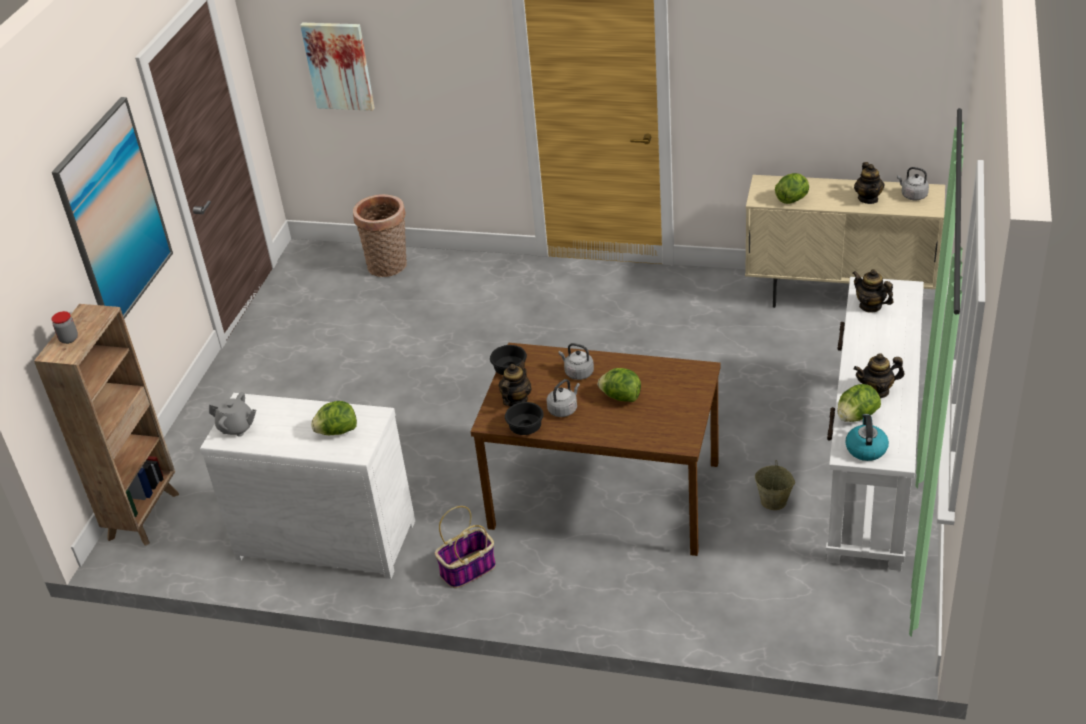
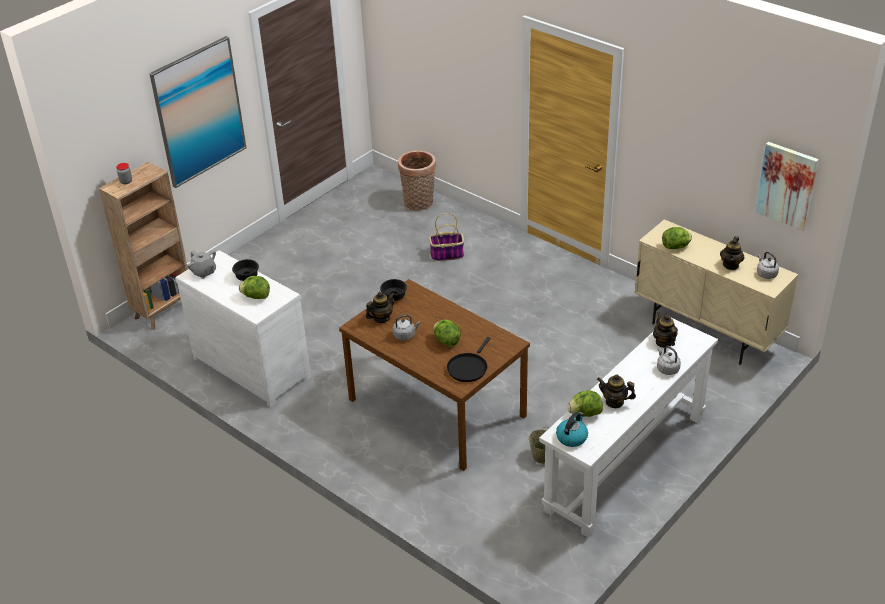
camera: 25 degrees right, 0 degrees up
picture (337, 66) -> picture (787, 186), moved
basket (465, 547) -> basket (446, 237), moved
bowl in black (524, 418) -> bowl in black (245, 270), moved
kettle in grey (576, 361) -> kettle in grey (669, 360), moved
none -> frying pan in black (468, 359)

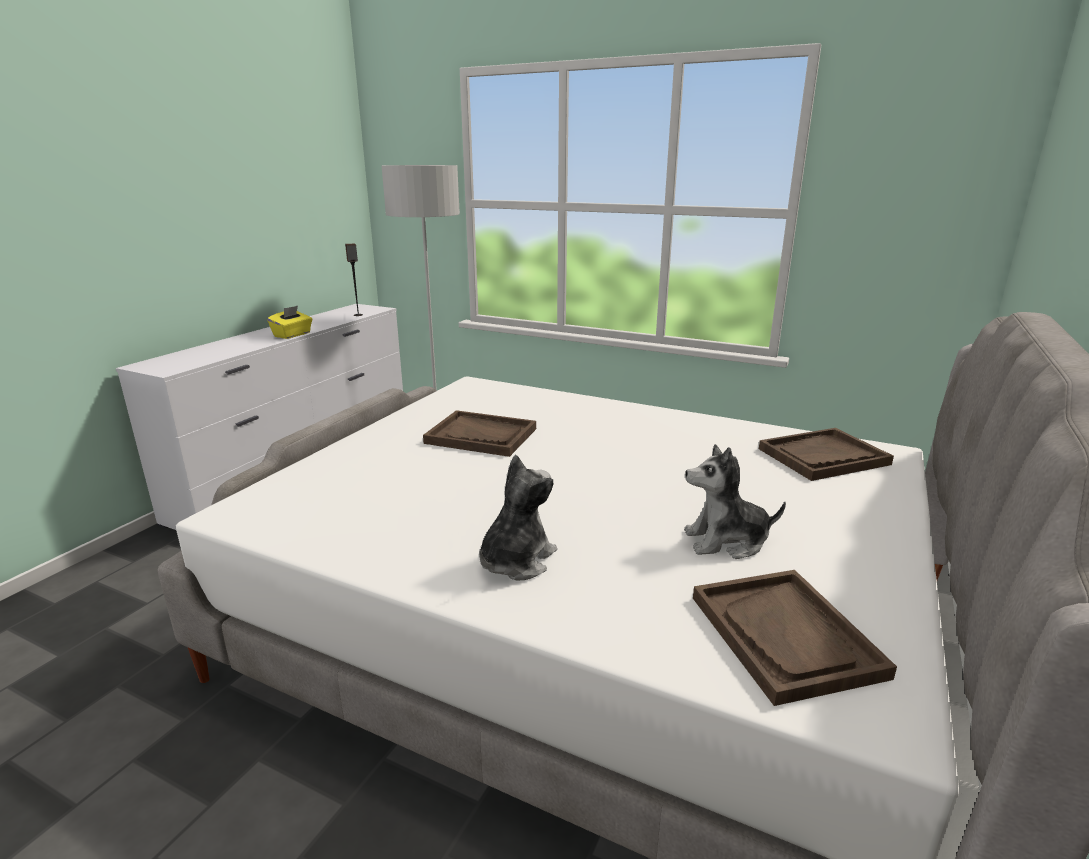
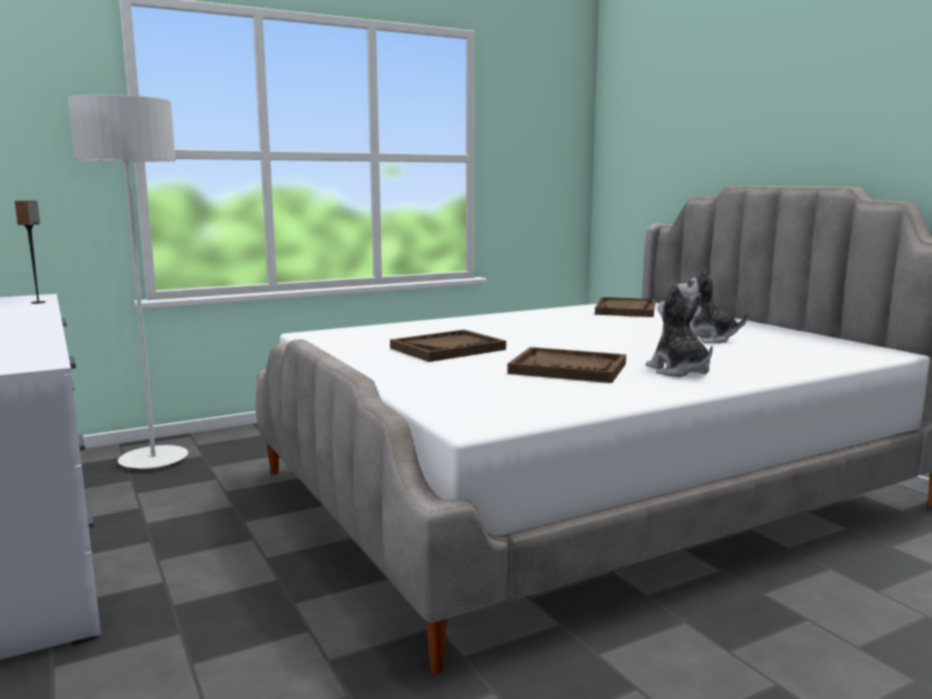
camera: 55 degrees left, 10 degrees down
tissue box in yellow (289, 322) -> none
plush toy (735, 501) -> plush toy (712, 305), 75 degrees clockwise
tray in brown (795, 638) -> tray in brown (566, 365), moved

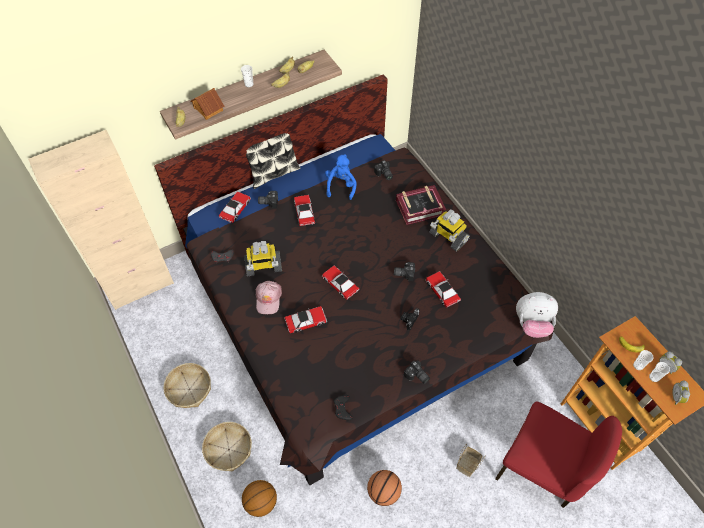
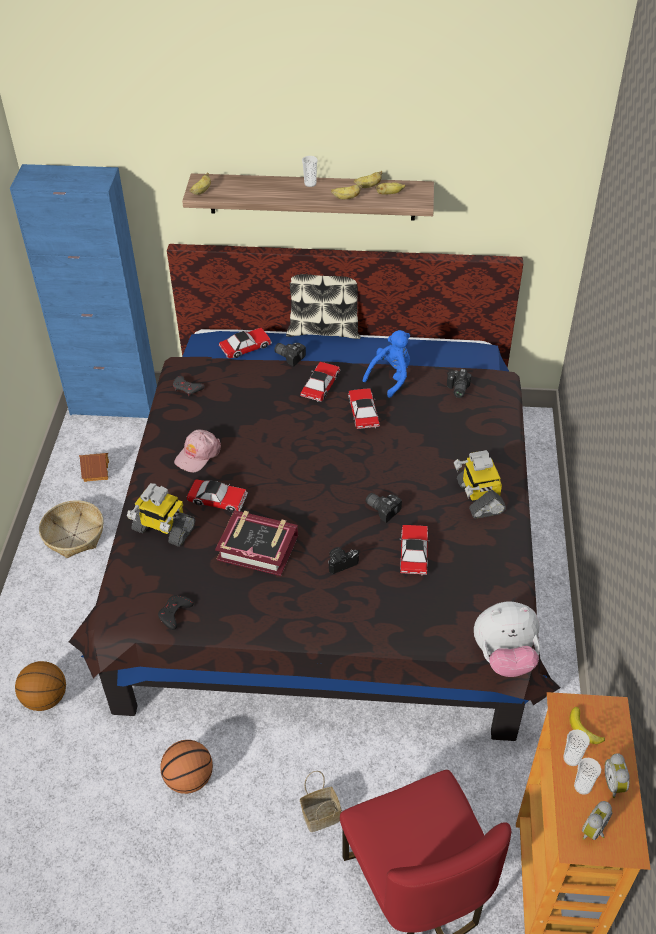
camera: 35 degrees right, 10 degrees down
cabinet in beige (101, 220) -> cabinet in blue (83, 291)
toy house (207, 104) -> toy house (94, 467), moved
basket (227, 446) -> none
toy robot (263, 258) -> toy robot (161, 515), moved
toy car (341, 283) -> toy car (364, 408), moved
book (421, 205) -> book (256, 543), moved
photo camera (417, 372) -> none
plush toy (537, 315) -> plush toy (507, 639), 45 degrees counterclockwise

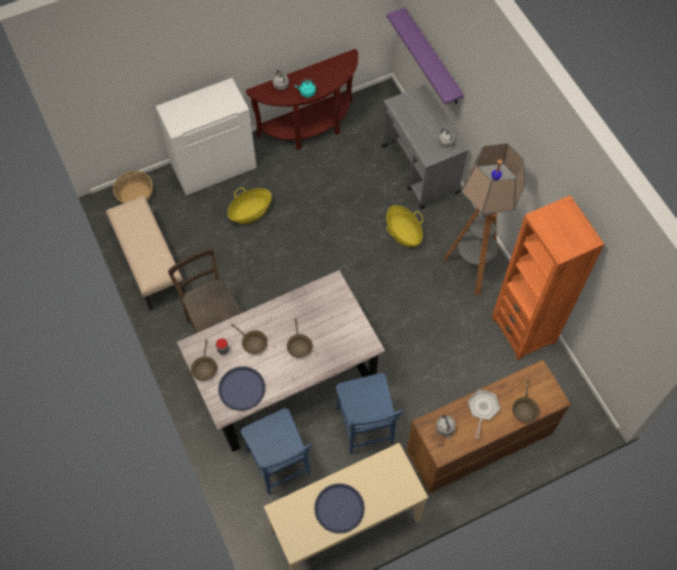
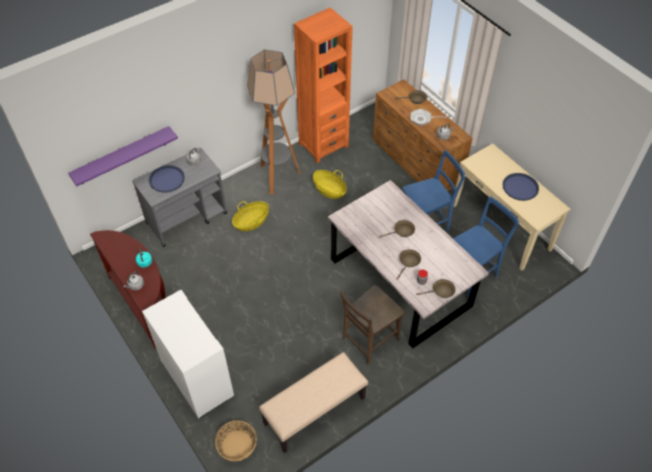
camera: 100 degrees left, 10 degrees down
tray in blue (242, 388) -> tray in blue (167, 179), moved
basket (249, 206) -> basket (330, 184), moved

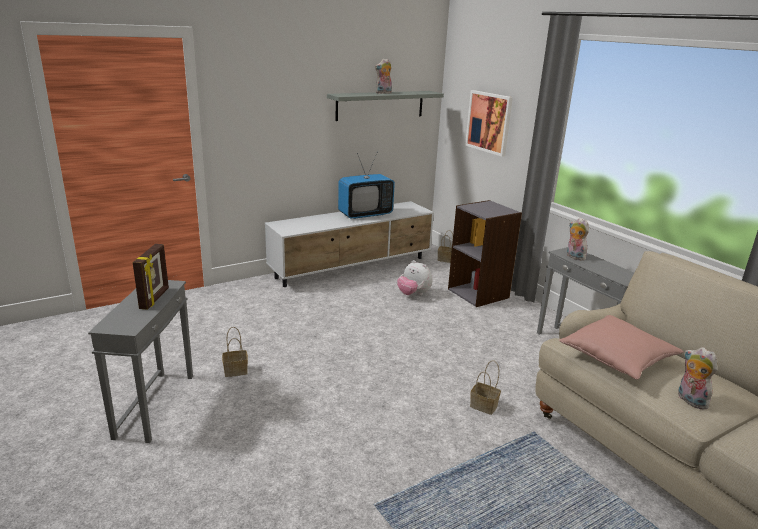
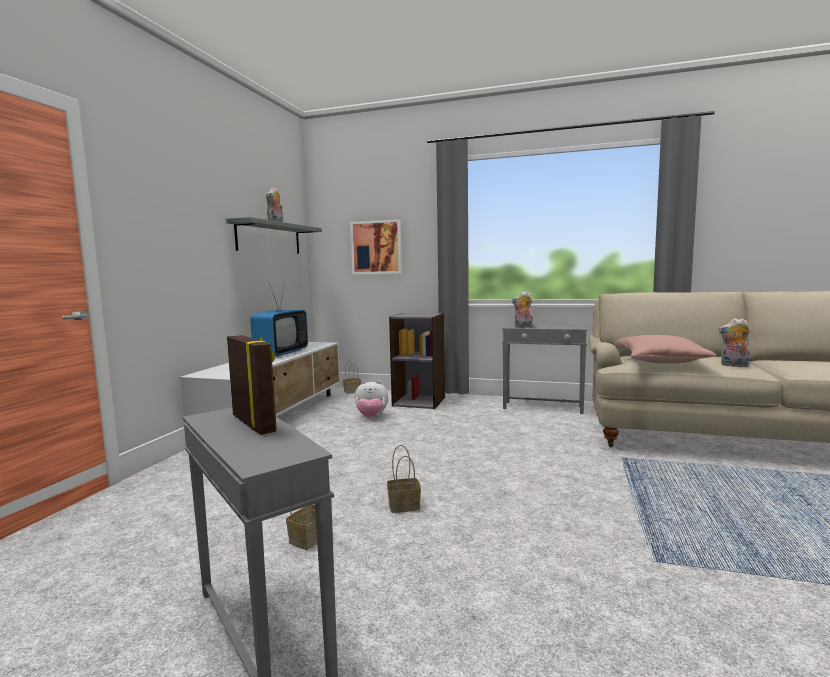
camera: 40 degrees left, 15 degrees down
basket (485, 387) -> basket (404, 479), moved

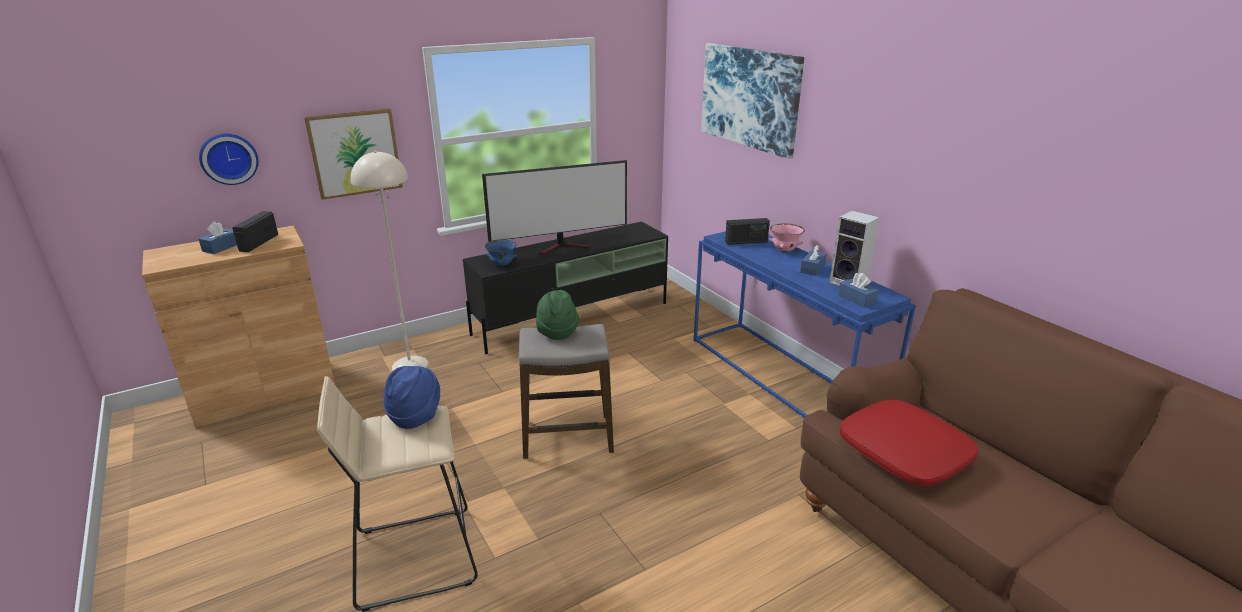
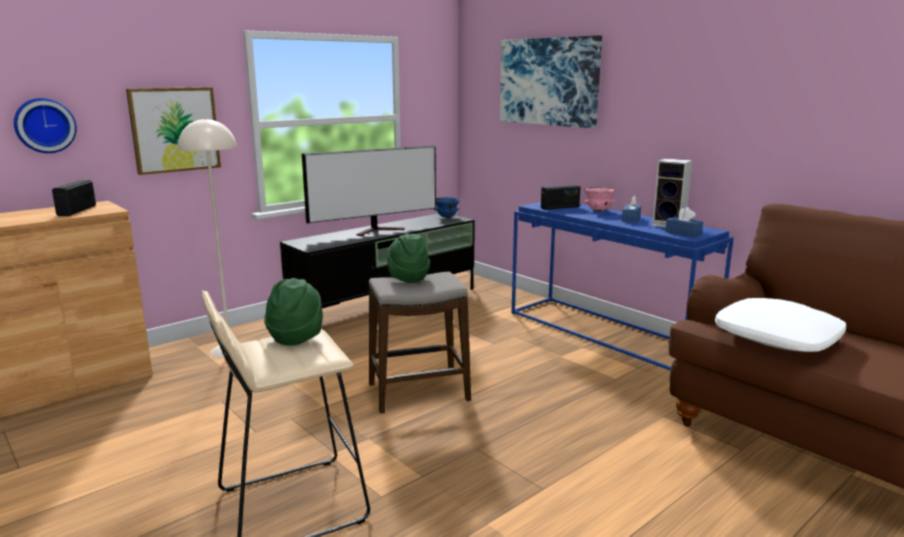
camera: 10 degrees left, 10 degrees down
tissue box in blue (218, 237) -> none
hat in blue (411, 397) -> hat in green (293, 312)
bowl in blue (501, 252) -> bowl in blue (447, 207), moved
pillow in red (909, 442) -> pillow in white (780, 325)

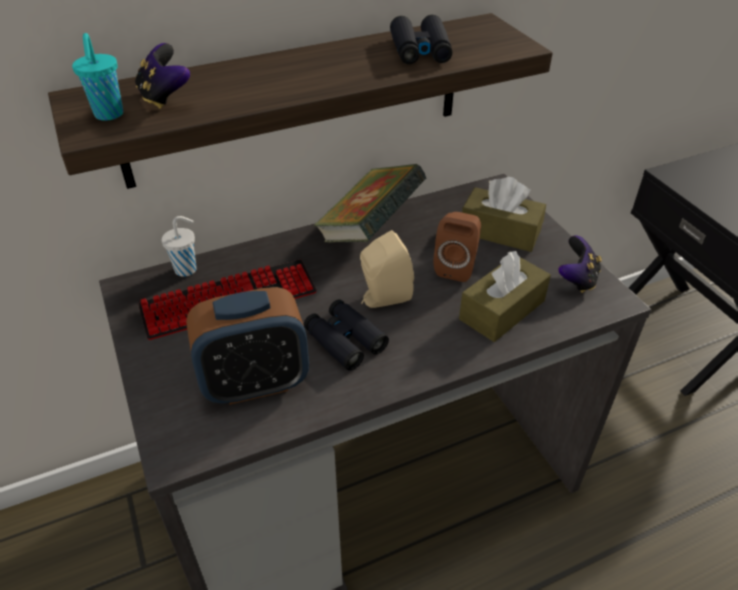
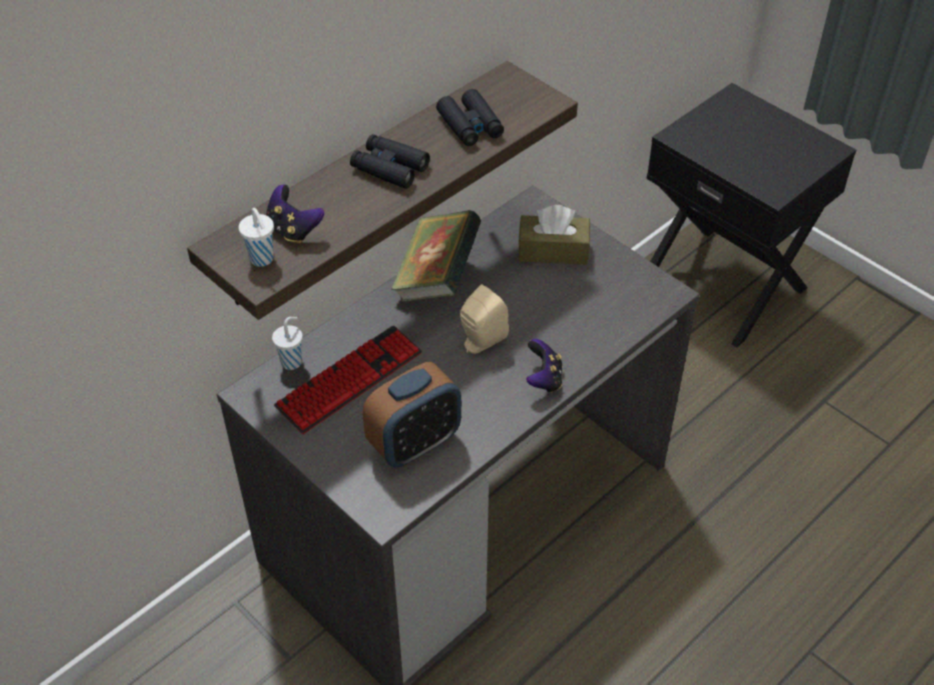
camera: 20 degrees left, 5 degrees up
cup in turquoise (97, 77) -> cup in white (256, 237)
binoculars in black (346, 335) -> binoculars in black (390, 161), moved
speaker in brown (457, 247) -> none
tissue box in brown (505, 296) -> none
game controller (580, 264) -> game controller (544, 366), moved

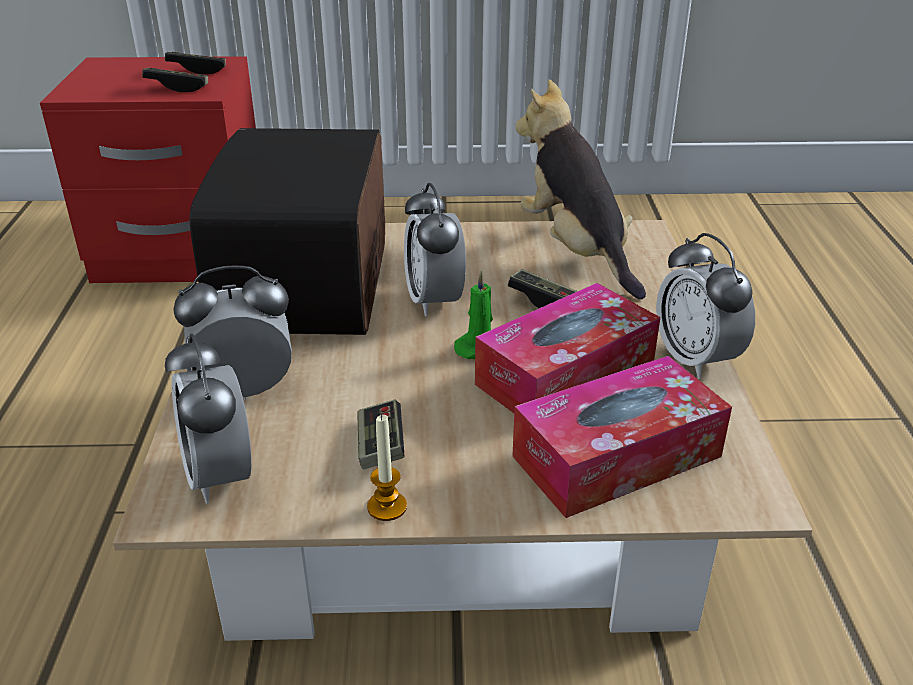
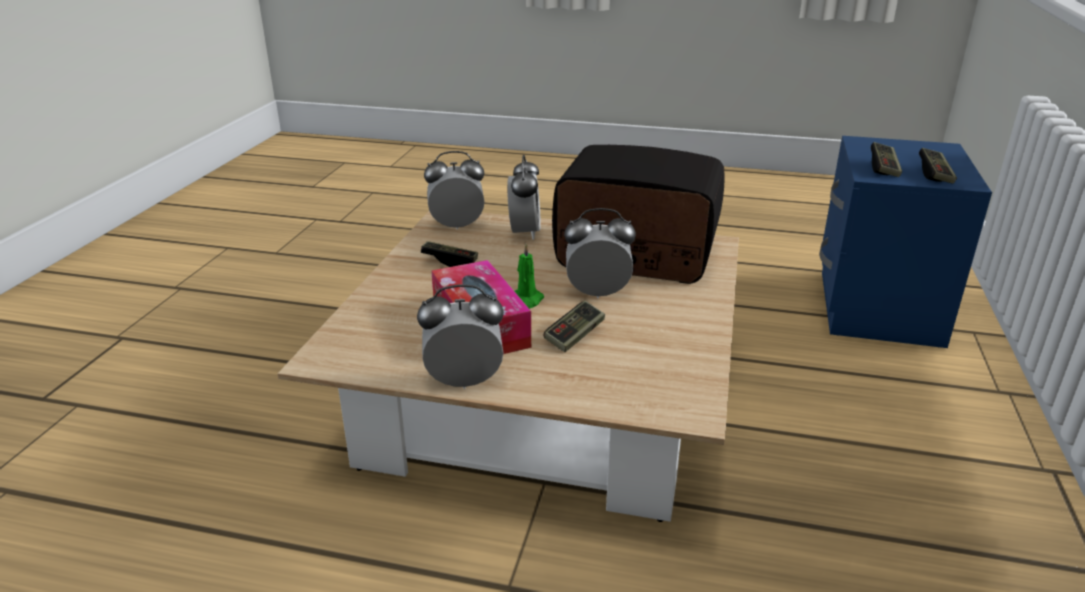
camera: 105 degrees right, 5 degrees down
nightstand in red (148, 169) -> nightstand in blue (905, 242)
candle (387, 467) -> none
tissue box (622, 437) -> none
plush toy (581, 189) -> none

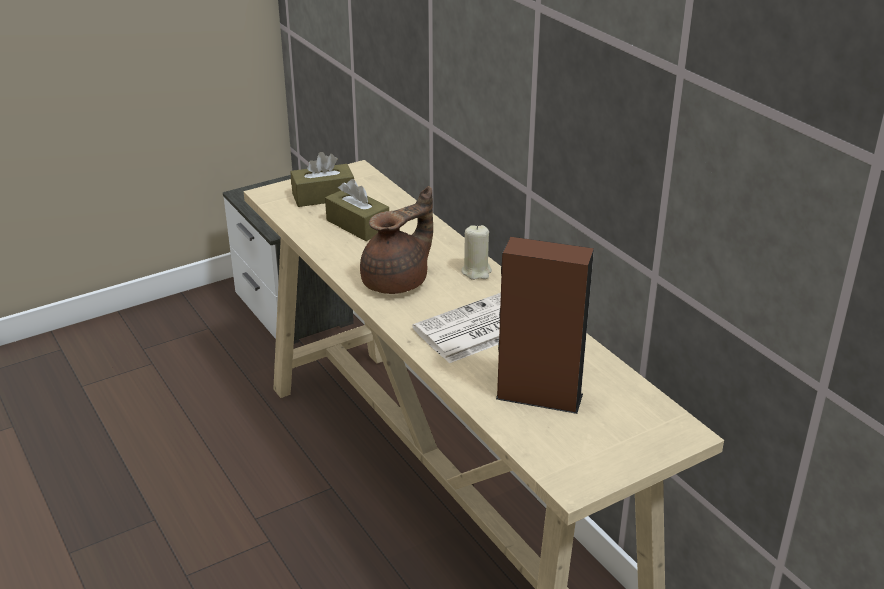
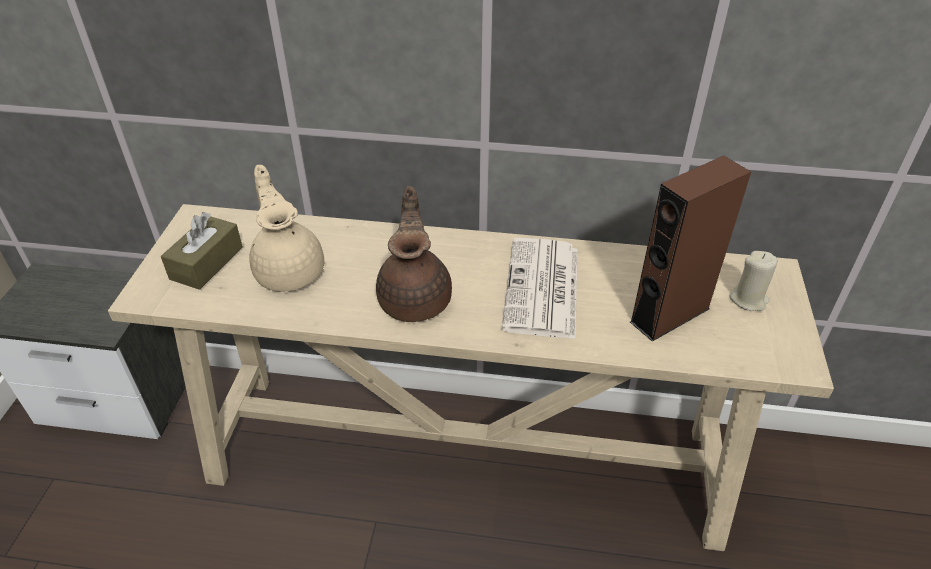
camera: 50 degrees left, 10 degrees up
tissue box in brown (357, 210) -> teapot in beige (286, 228)
candle in beige (476, 252) -> candle in beige (753, 281), moved

